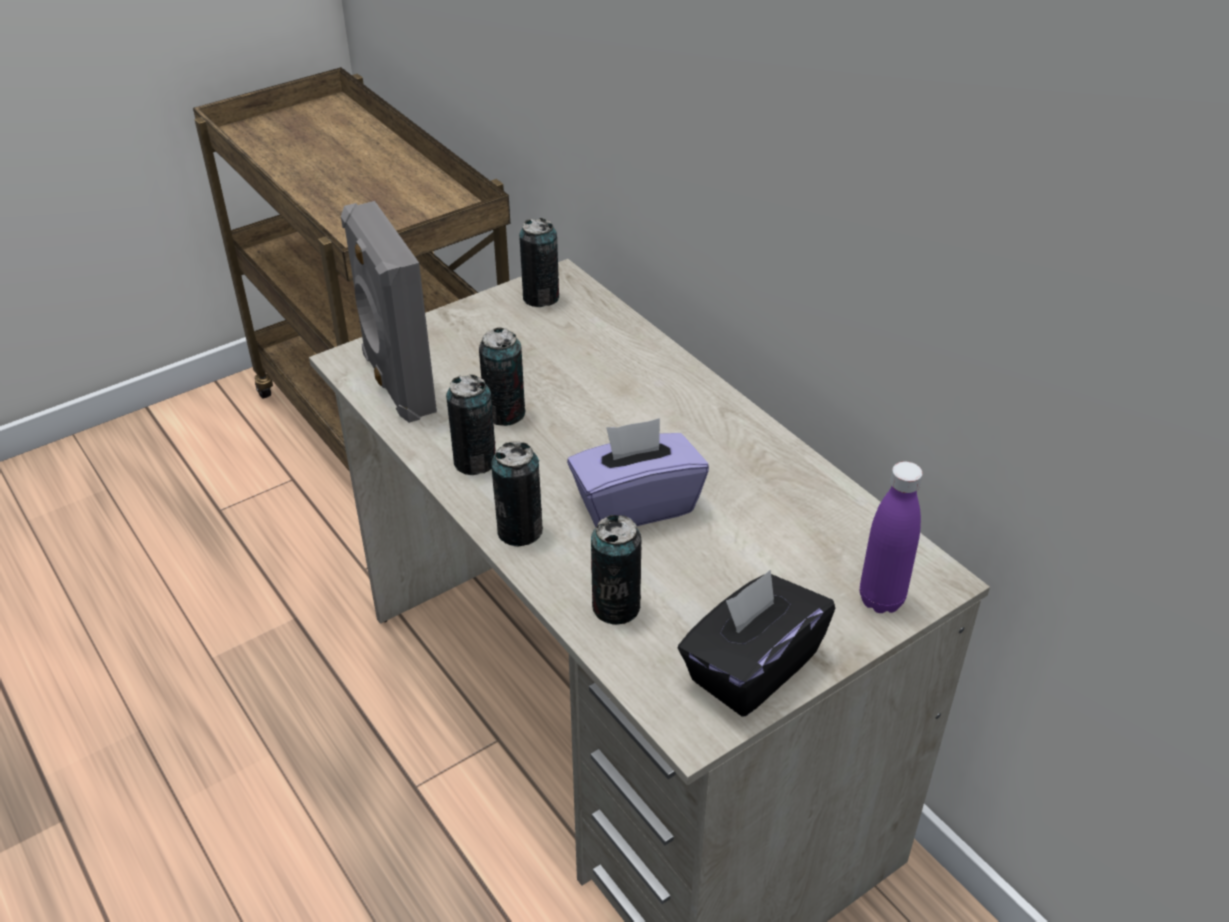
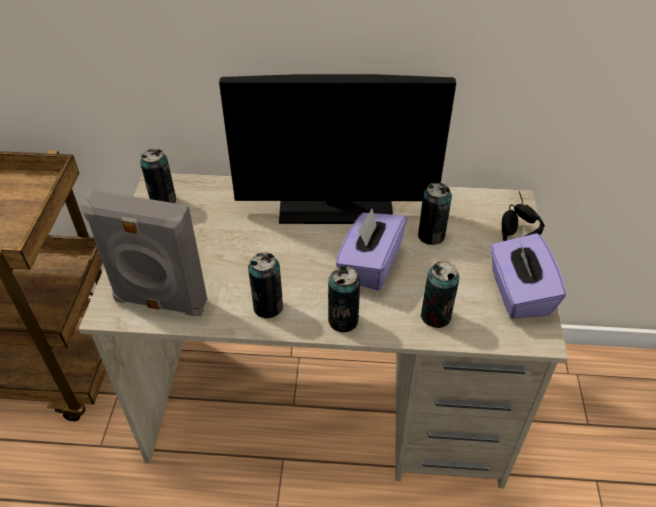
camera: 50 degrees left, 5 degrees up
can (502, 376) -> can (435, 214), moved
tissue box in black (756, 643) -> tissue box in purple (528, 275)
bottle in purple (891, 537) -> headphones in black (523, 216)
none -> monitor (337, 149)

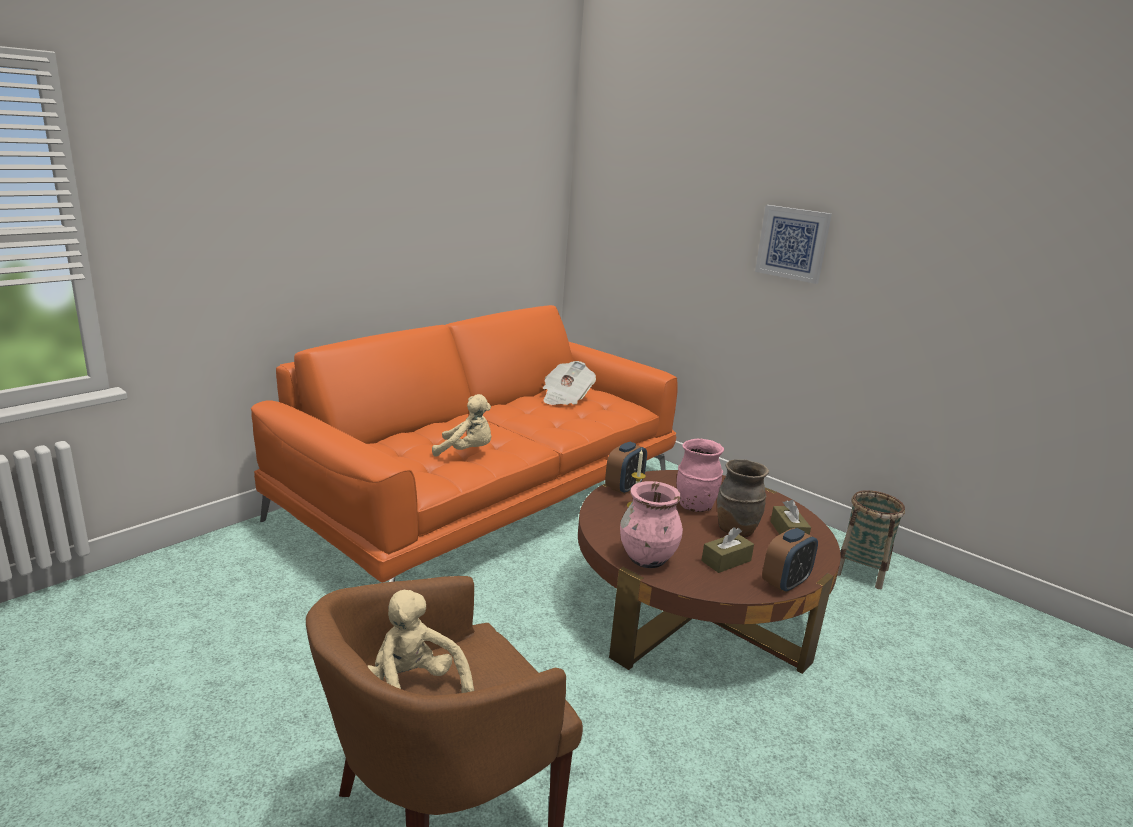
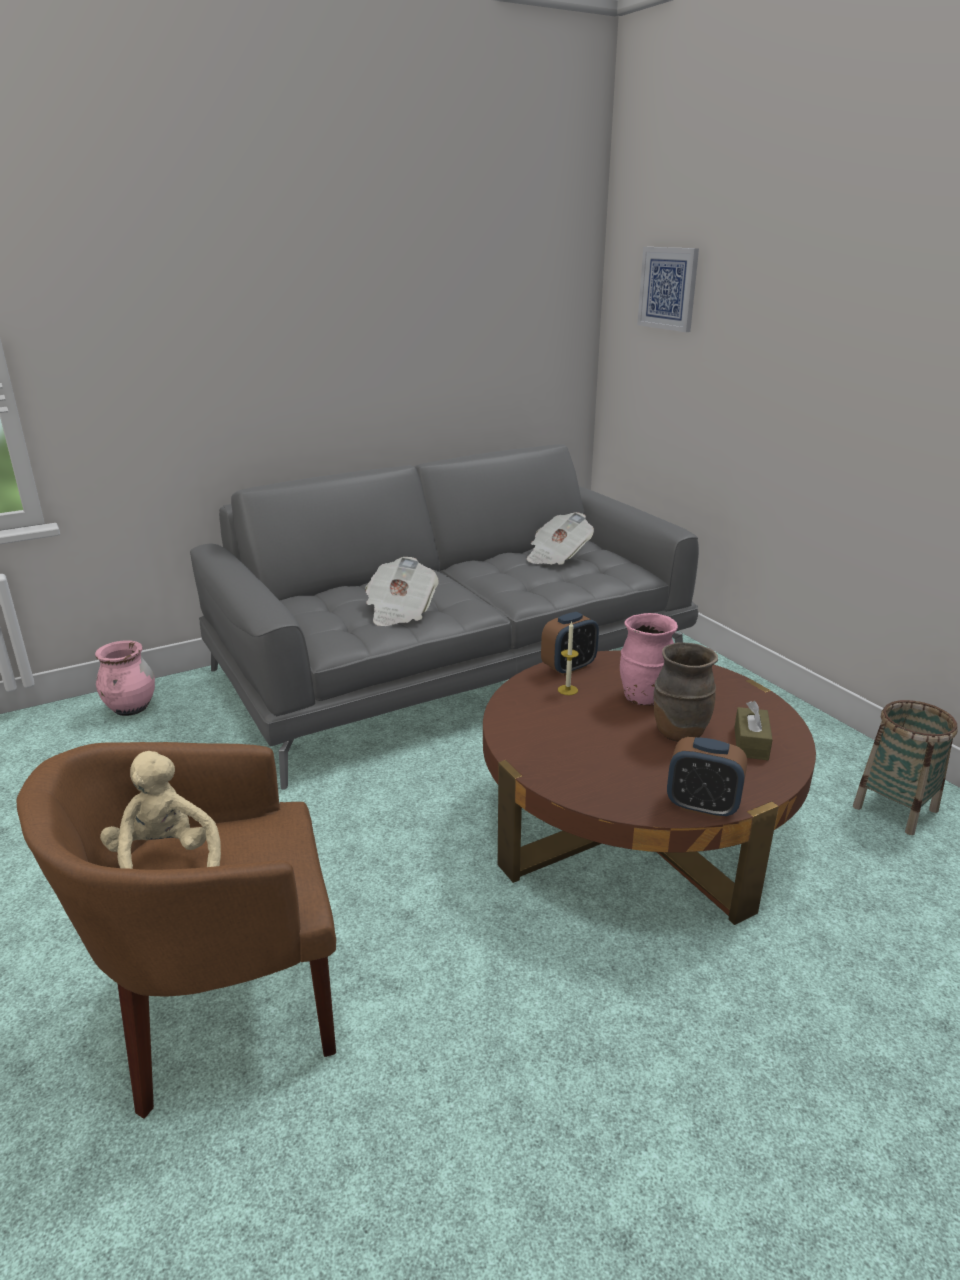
camera: 20 degrees right, 5 degrees up
sofa in orange (464, 444) -> sofa in grey (444, 616)
plush toy in beige (461, 425) -> newspaper (402, 591)
vase in pink (651, 524) -> vase in pink (125, 678), moved
tissue box in brown (727, 550) -> none
picture (793, 244) -> picture (668, 289), moved
alarm clock (790, 560) -> alarm clock (707, 778), 45 degrees clockwise

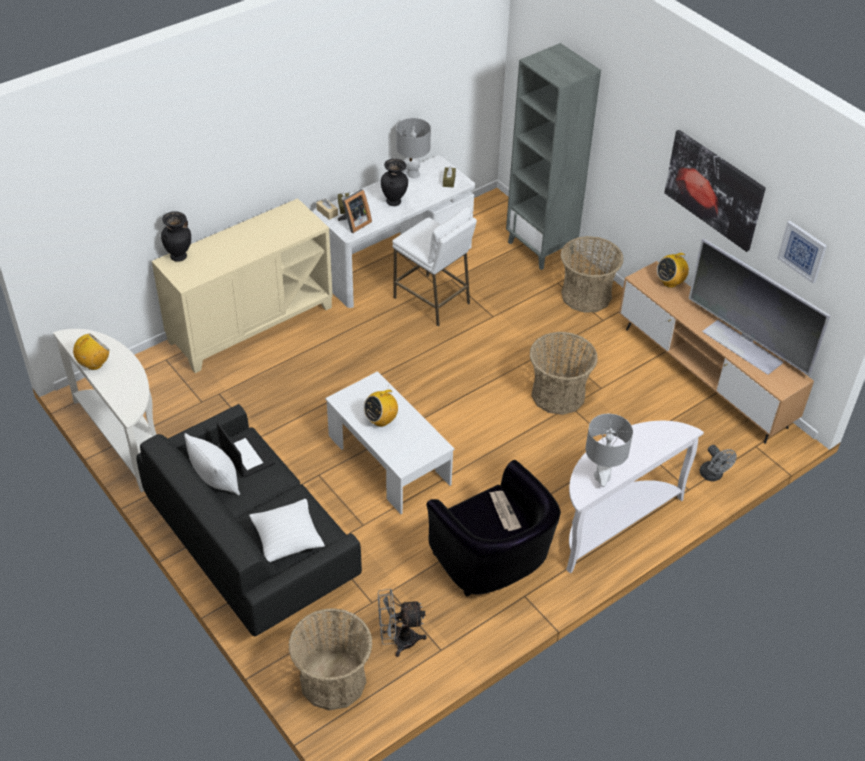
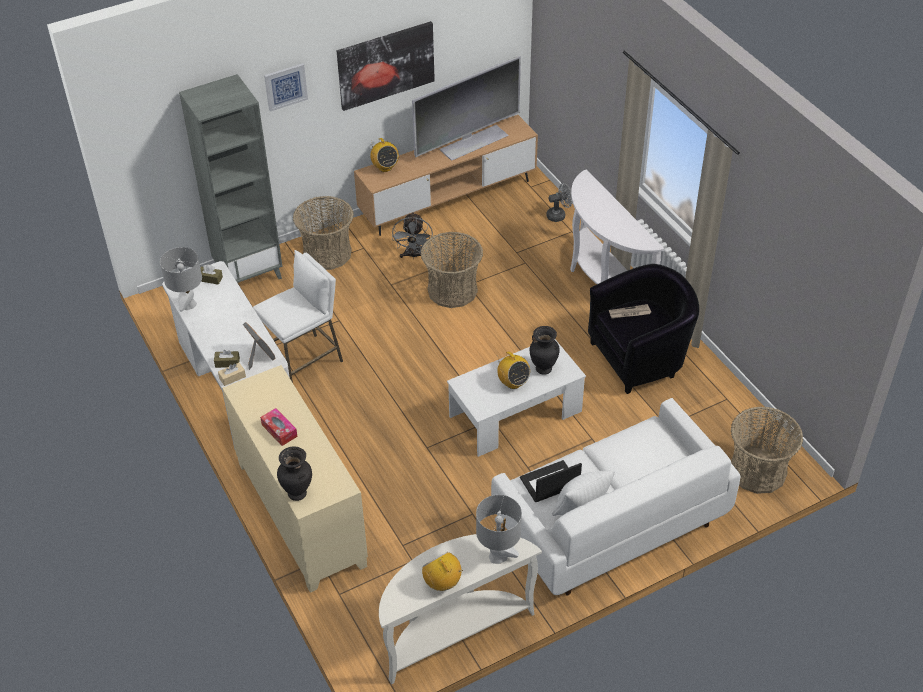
camera: 80 degrees left, 0 degrees up
sofa in black (249, 520) -> sofa in white (615, 497)
pillow in white (287, 530) -> none
fan in grey (402, 623) -> fan in grey (412, 235), moved
vase in black (394, 182) -> vase in black (545, 350), moved
table lamp in grey (609, 450) -> table lamp in grey (499, 529), moved
picture (802, 252) -> picture (286, 87), moved
none -> tissue box (279, 427)

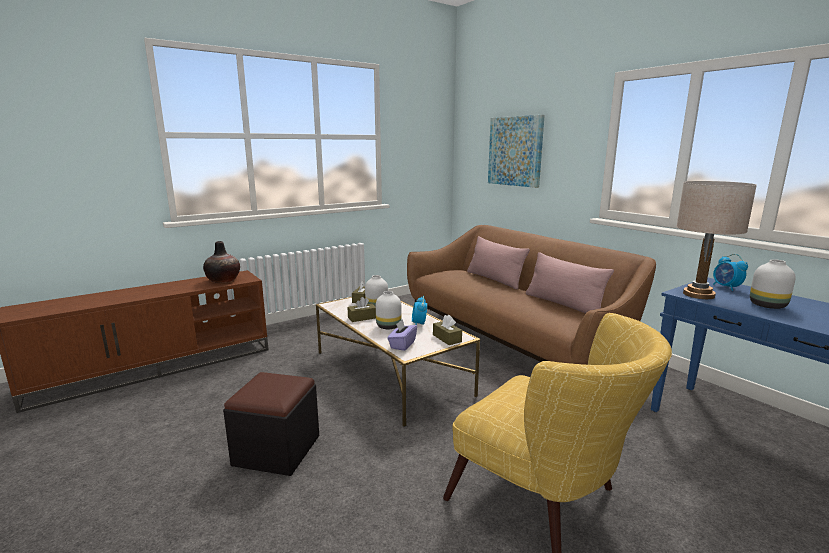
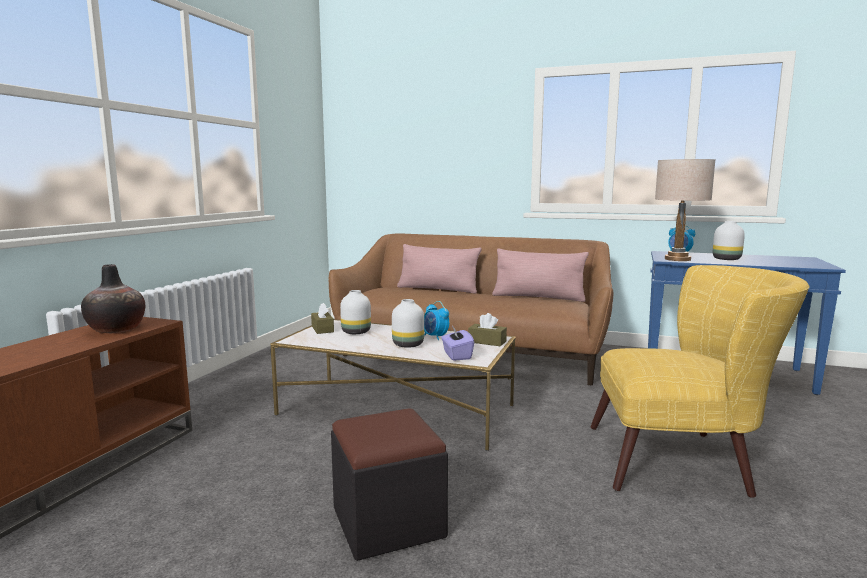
camera: 35 degrees left, 5 degrees down
tissue box in brown (361, 309) -> none
picture (516, 151) -> none

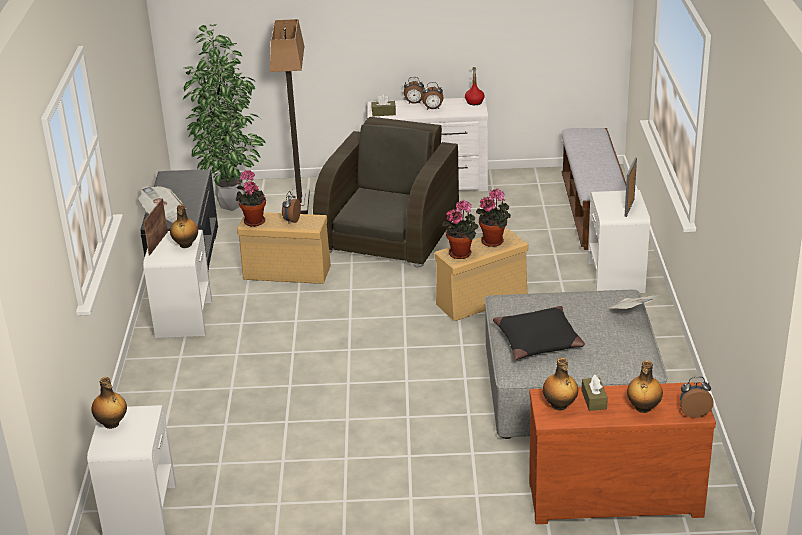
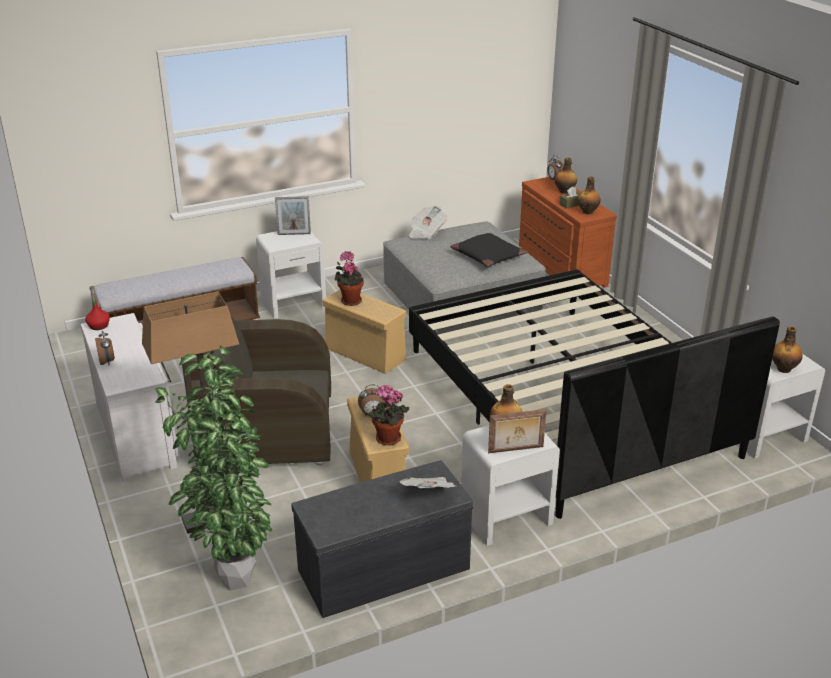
camera: 115 degrees left, 0 degrees up
tissue box in brown (384, 105) -> none
alarm clock (433, 96) -> none
potted plant (460, 229) -> none
none -> bed in black (594, 394)

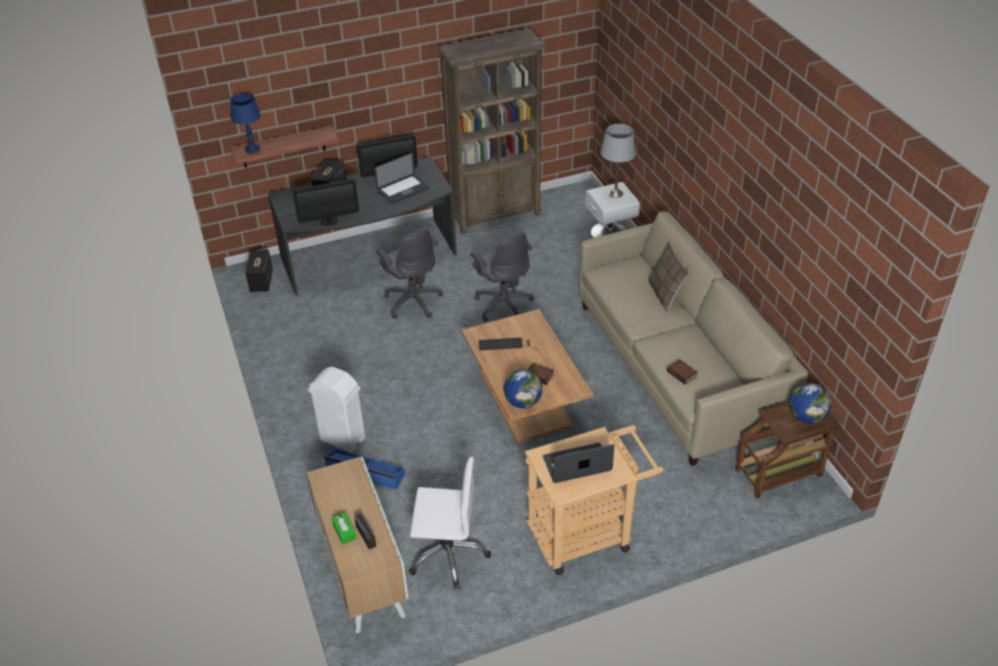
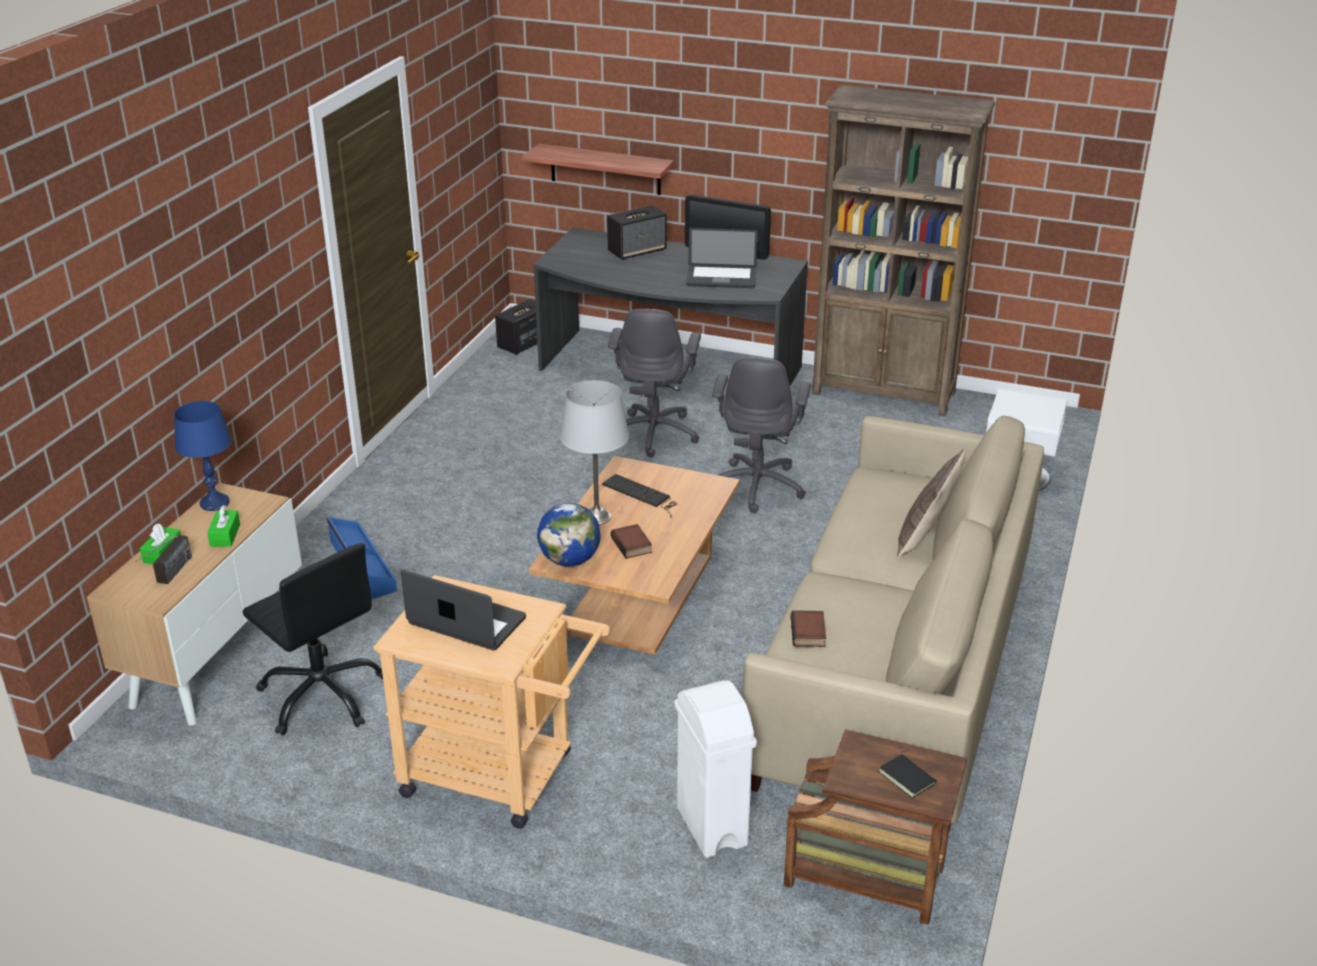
camera: 40 degrees right, 10 degrees down
table lamp in blue (245, 123) -> table lamp in blue (203, 456), moved
monitor (326, 202) -> none
trash can in white (336, 410) -> trash can in white (715, 769), moved
office chair in white (450, 523) -> office chair in black (313, 639)
table lamp in grey (618, 161) -> table lamp in grey (594, 452), moved
globe (810, 403) -> book in black (908, 774)
none -> tissue box in green (223, 526)

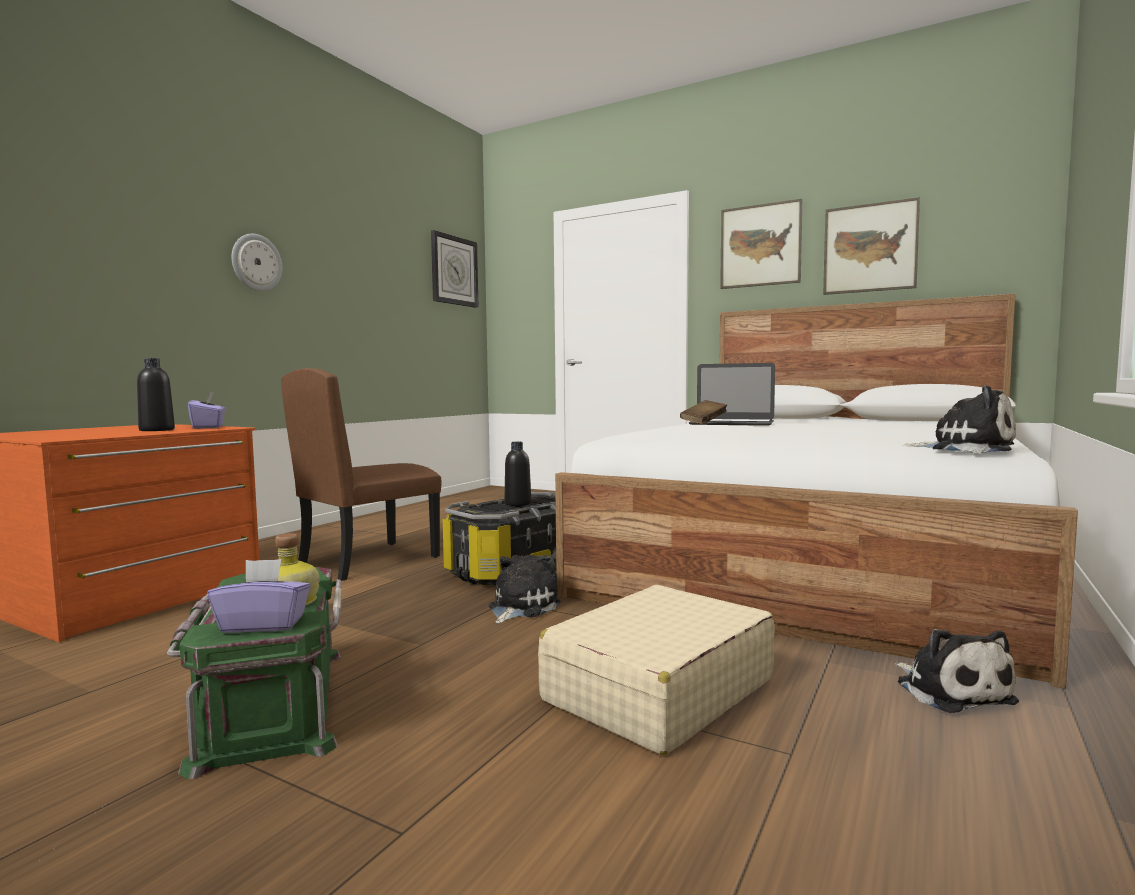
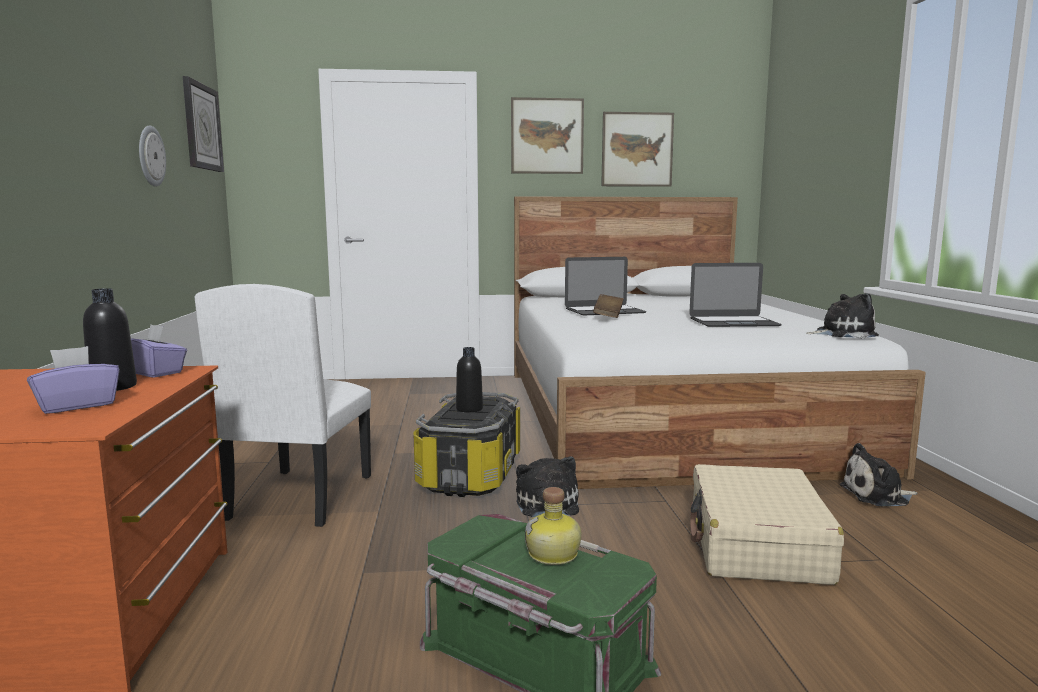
camera: 35 degrees left, 5 degrees up
tissue box in purple (259, 596) -> tissue box in purple (73, 380), moved
wall clock (257, 262) -> wall clock (152, 156), moved
chair in brown (361, 474) -> chair in white (283, 405)
plush toy (957, 671) -> plush toy (879, 474), 135 degrees clockwise
none -> laptop (735, 295)

